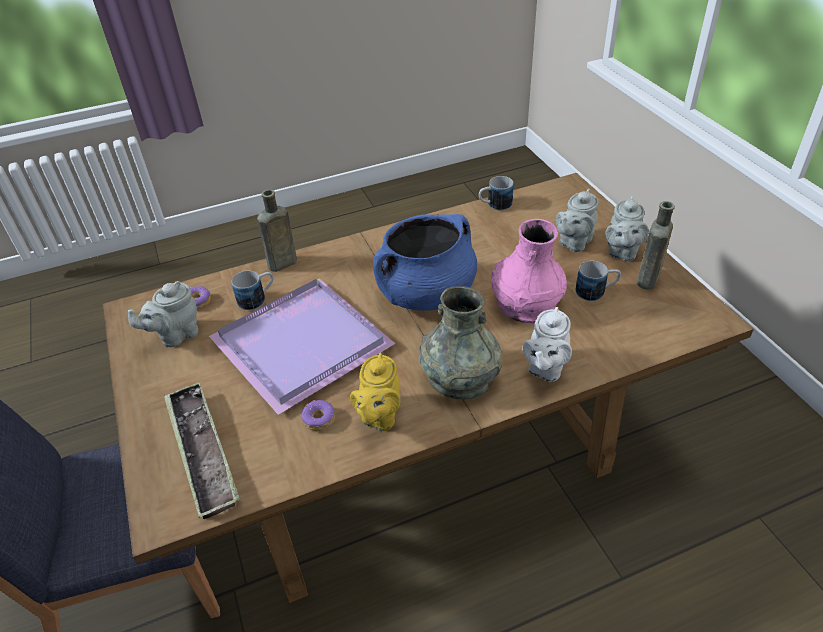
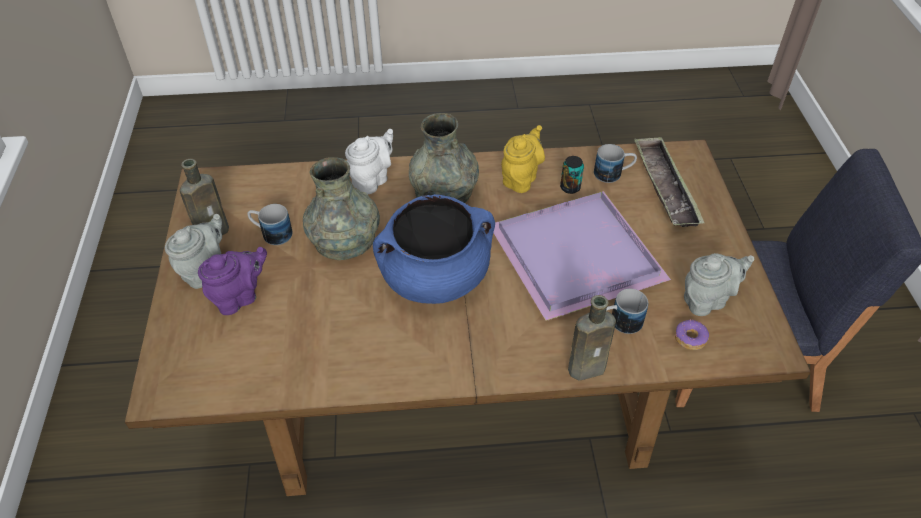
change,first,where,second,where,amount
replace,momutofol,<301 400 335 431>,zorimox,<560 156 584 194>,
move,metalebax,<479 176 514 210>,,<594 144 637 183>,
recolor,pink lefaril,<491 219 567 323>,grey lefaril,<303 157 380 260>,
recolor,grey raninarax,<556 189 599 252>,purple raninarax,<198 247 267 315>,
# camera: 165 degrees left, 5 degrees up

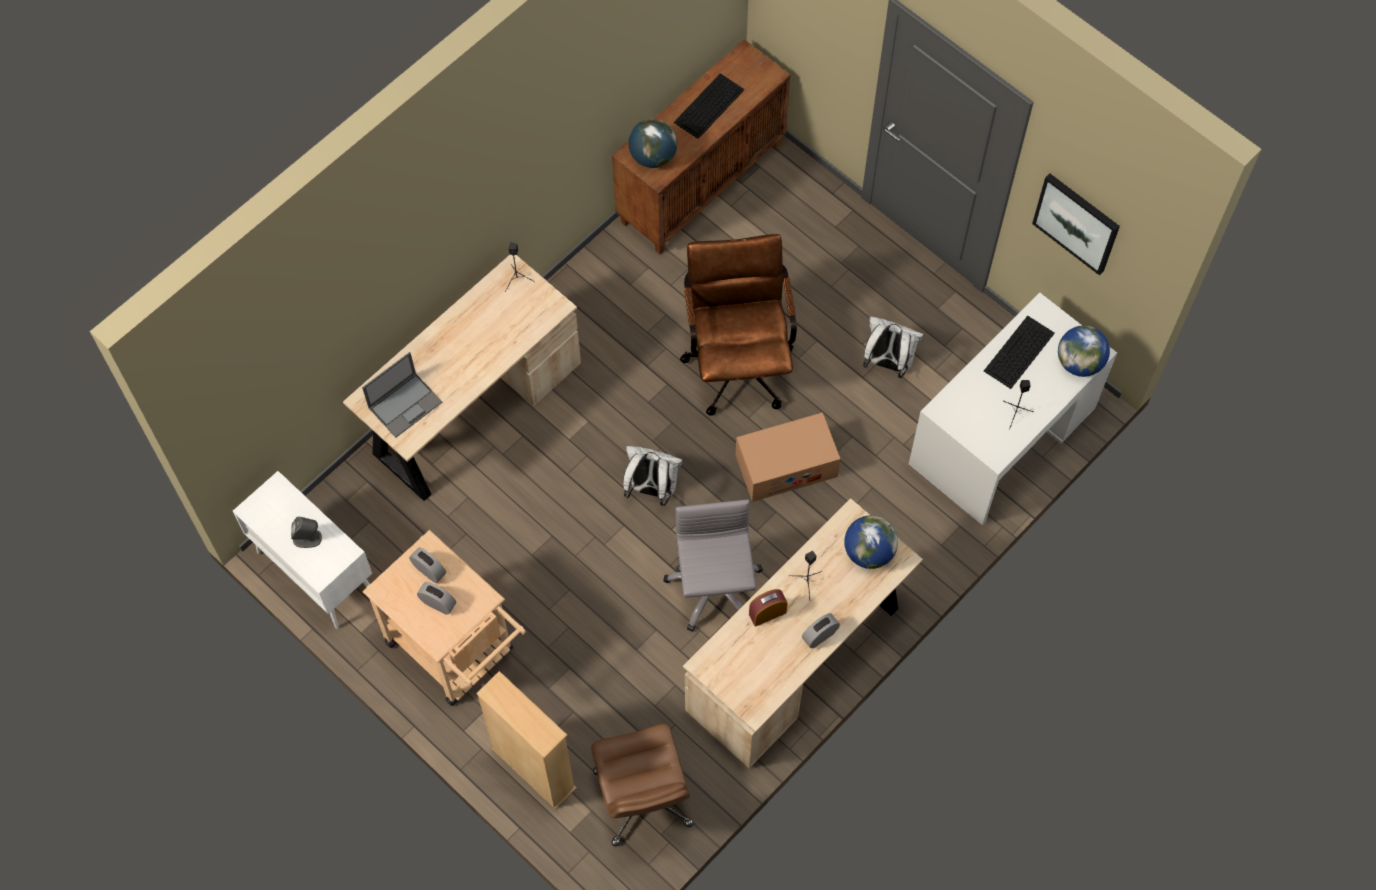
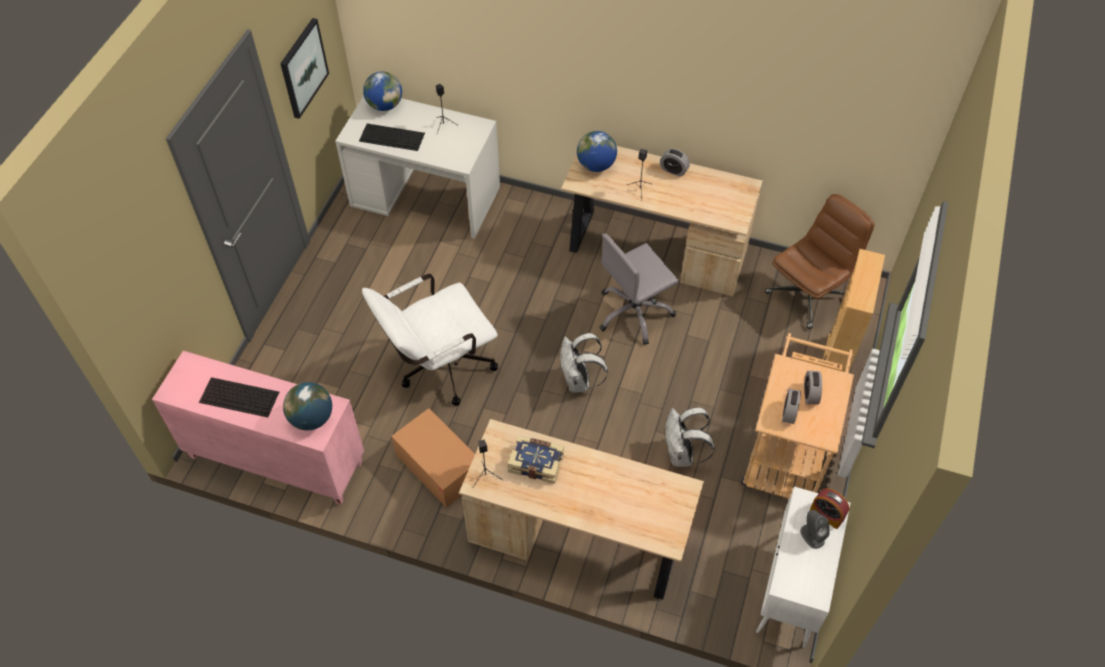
change,first,where,second,where,amount
delete,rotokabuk,<362 352 442 438>,,,
recolor,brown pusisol,<612 39 790 254>,pink pusisol,<152 351 364 505>,
recolor,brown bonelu,<680 234 797 416>,white bonelu,<362 274 498 406>,
move,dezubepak,<735 412 840 502>,,<391 408 475 508>,
move,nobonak,<749 589 788 627>,,<810 488 849 529>,
move,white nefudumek,<863 317 924 378>,,<665 407 715 467>,
insert,,,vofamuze,<508 436 564 484>,
# camera: 115 degrees left, 10 degrees down

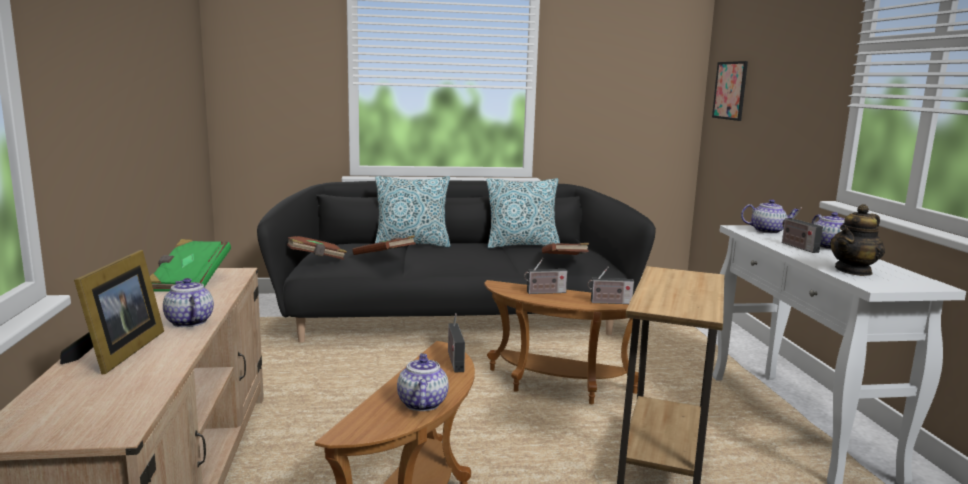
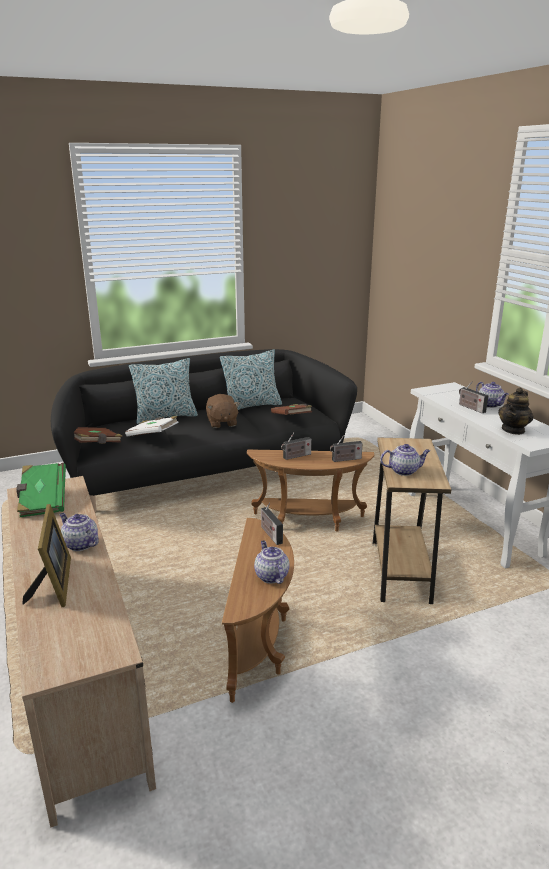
change,first,where,second,where,amount
recolor,brown vofamuze,<352 235 416 255>,white vofamuze,<125 416 179 437>,
delete,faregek,<712 61 748 121>,,,
move,raninarax,<741 199 799 234>,,<380 444 430 476>,
insert,,,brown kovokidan,<206 394 240 428>,
# camera: 15 degrees left, 10 degrees up

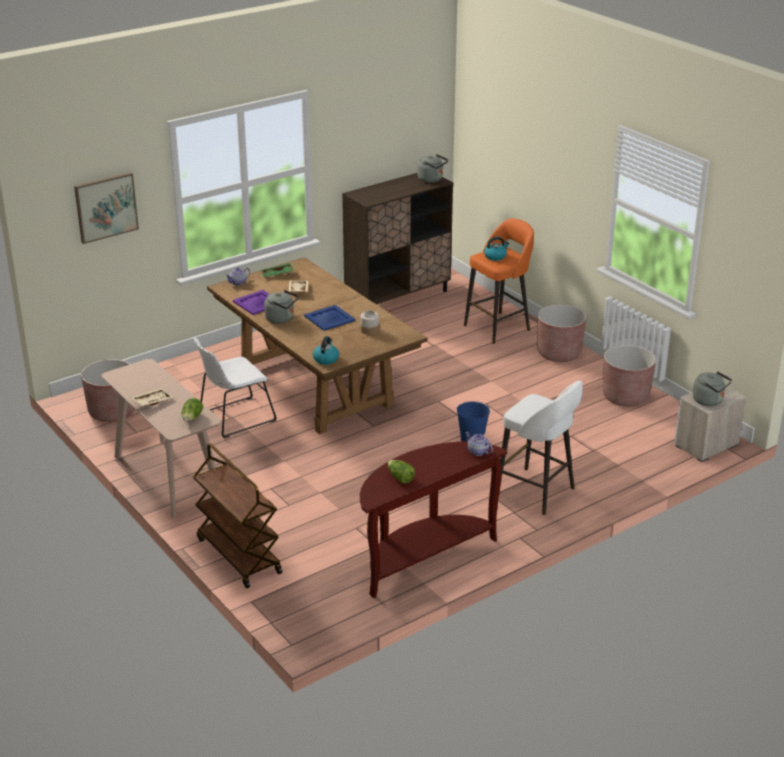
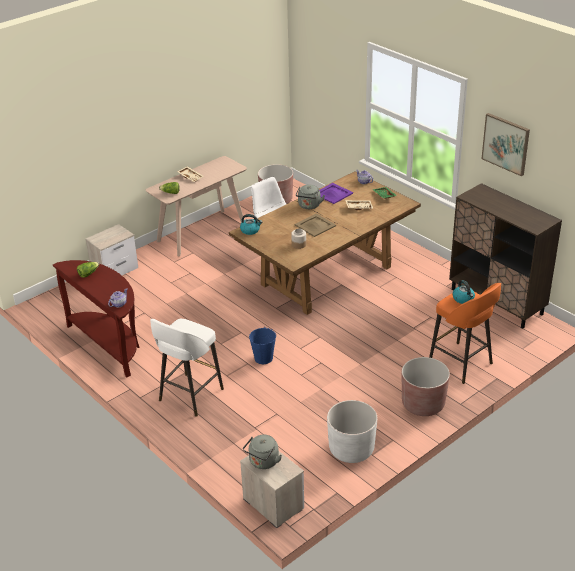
change,first,where,second,where,amount
move,faregek,<74 172 139 244>,,<481 113 530 176>,
replace,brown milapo,<193 443 282 588>,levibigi,<86 224 138 275>,
recolor,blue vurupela,<304 305 356 331>,beige vurupela,<295 213 336 237>,
delete,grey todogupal,<418 154 448 183>,,,
recolor,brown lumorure,<603 345 656 406>,white lumorure,<327 400 377 463>,
# camera: 85 degrees right, 5 degrees up

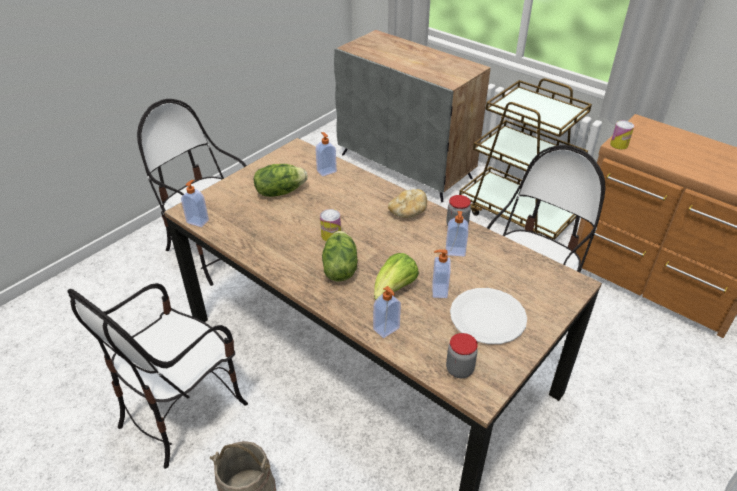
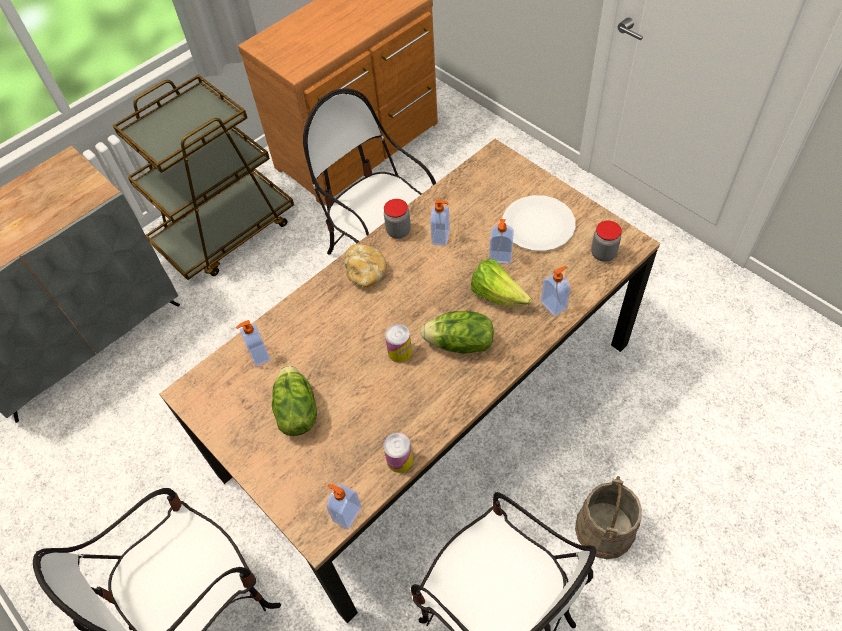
change,first,where,second,where,amount
move,zorimox,<610 120 634 150>,,<383 433 413 473>,
# camera: 80 degrees left, 15 degrees up

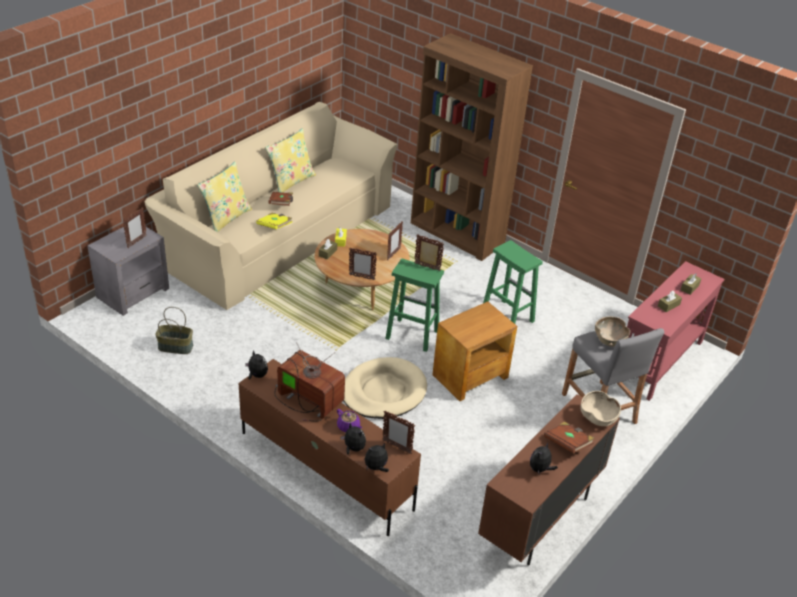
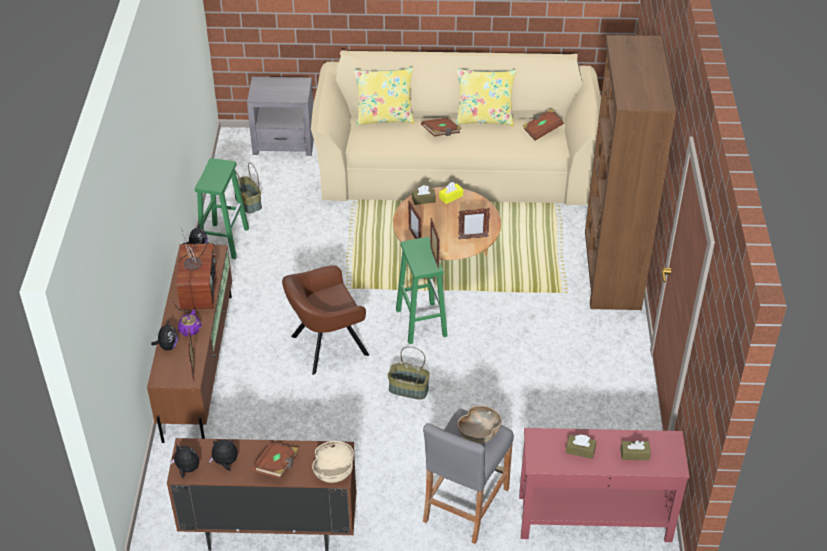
change,first,where,second,where,amount
delete,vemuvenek,<123 207 147 248>,,,
delete,yellow vofamuze,<256 213 292 230>,,,
replace,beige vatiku,<343 357 427 419>,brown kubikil,<282 265 369 375>,
move,kovokidan,<365 443 389 472>,,<170 443 199 478>,
replace,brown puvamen,<432 301 517 401>,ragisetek,<388 346 430 400>,
move,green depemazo,<483 240 543 324>,,<195 158 249 259>,
insert,,,brown vofamuze,<523 108 564 141>,
# camera: 55 degrees right, 5 degrees up

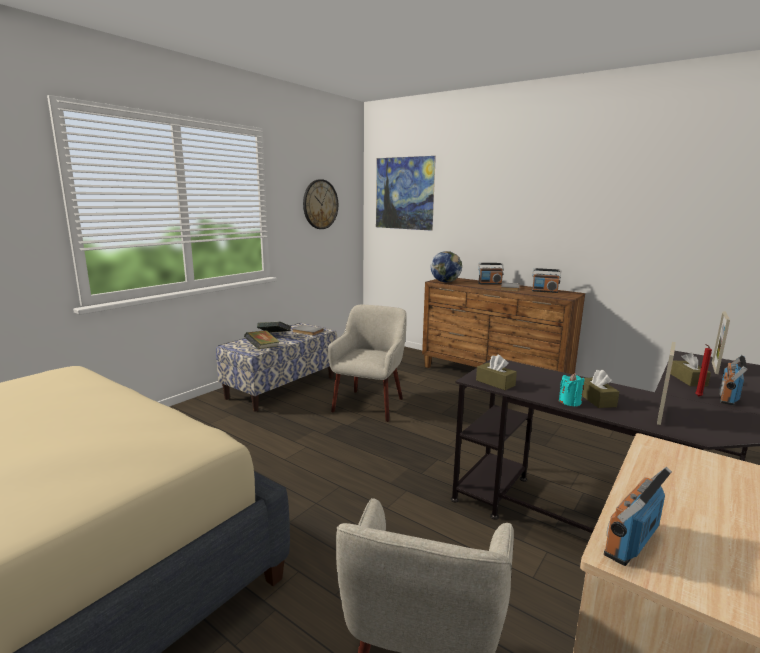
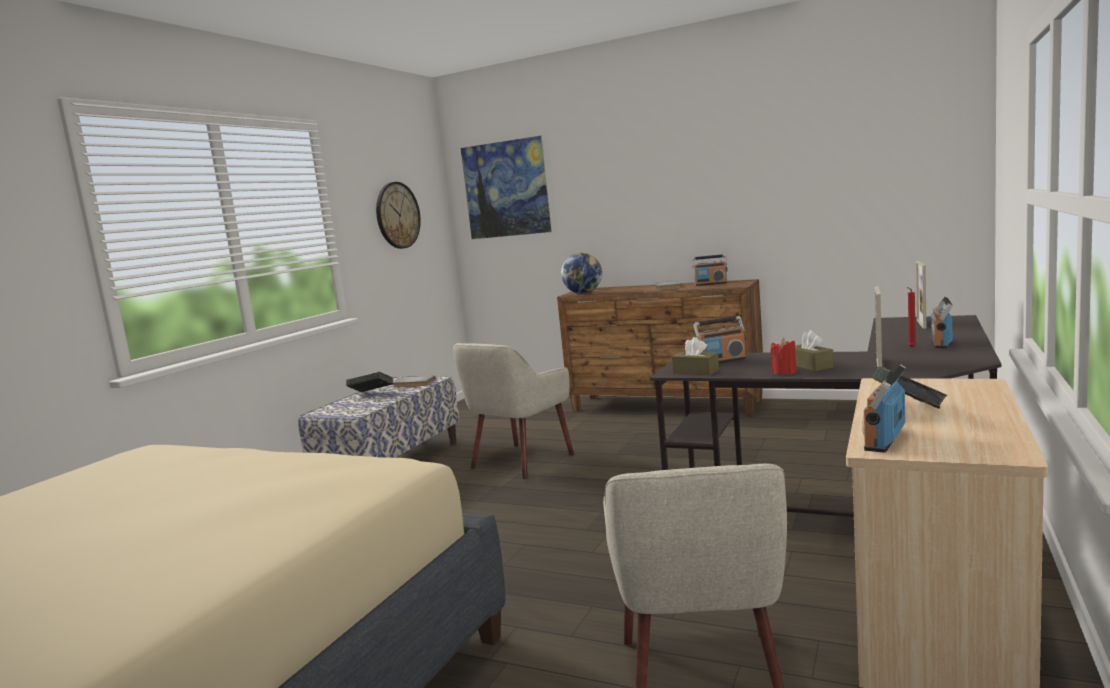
change,first,where,second,where,amount
move,vofamuze,<244 330 280 349>,,<872 367 948 409>,
rotate,beige kubikil,<328 305 407 422>,,<453 343 574 479>,150 degrees counterclockwise
move,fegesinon,<478 263 504 284>,,<693 316 747 364>,
recolor,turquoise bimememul,<559 373 585 407>,red bimememul,<771 338 797 375>,
delete,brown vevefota,<670 352 711 386>,,,
# camera: 10 degrees left, 5 degrees down

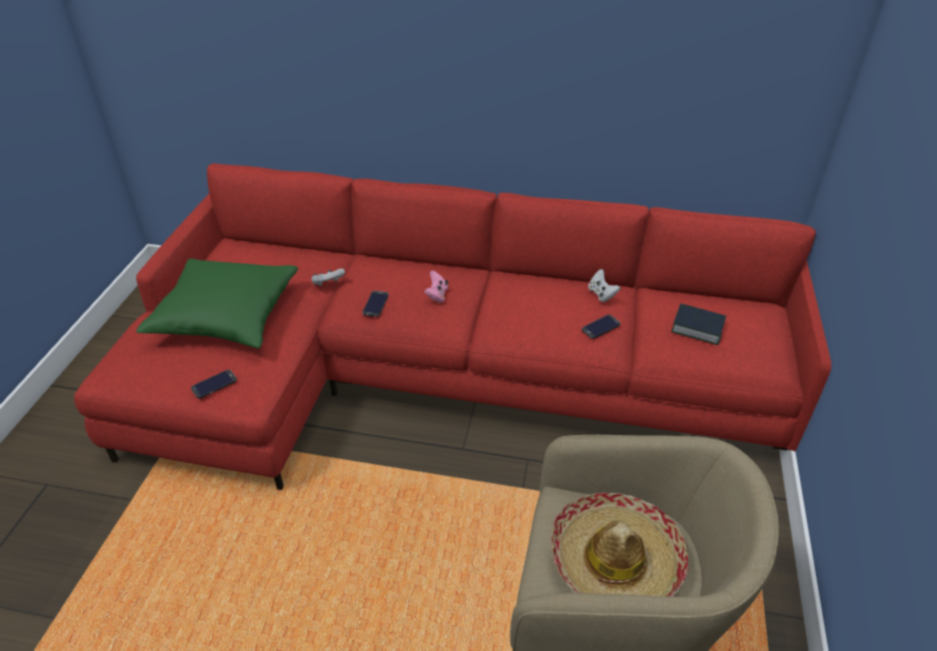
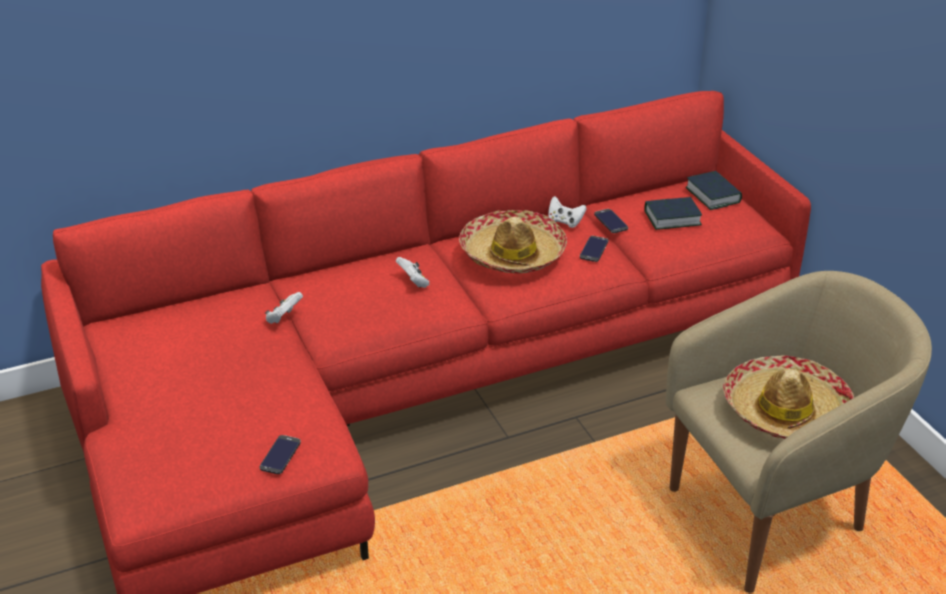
change,first,where,second,where,amount
delete,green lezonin,<136 258 298 349>,,,
move,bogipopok,<363 291 389 317>,,<594 209 628 233>,
recolor,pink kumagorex,<424 271 449 303>,white kumagorex,<396 257 430 288>,
insert,,,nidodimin,<459 210 567 273>,
insert,,,vofamuze,<686 171 742 210>,
# camera: 35 degrees left, 5 degrees down

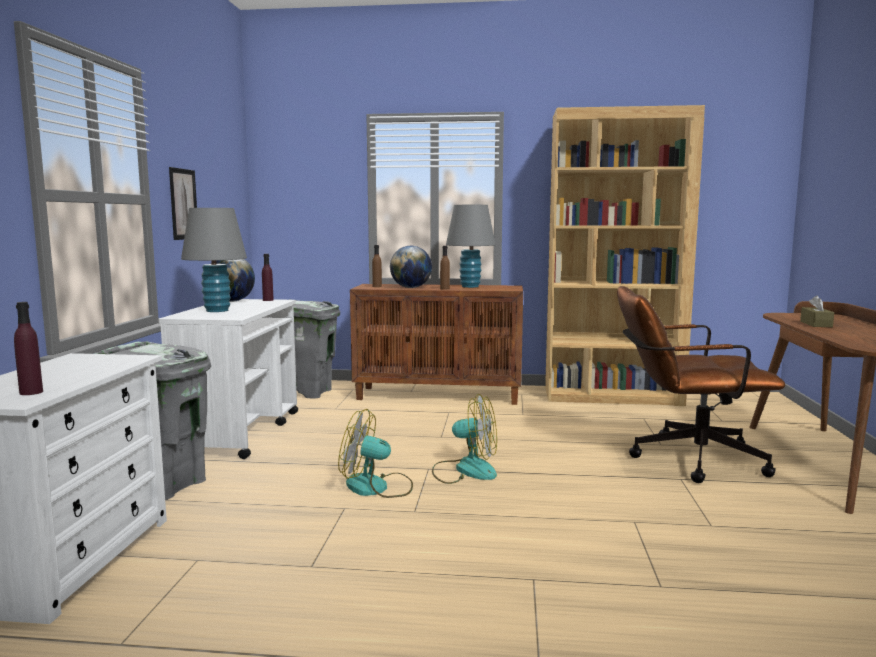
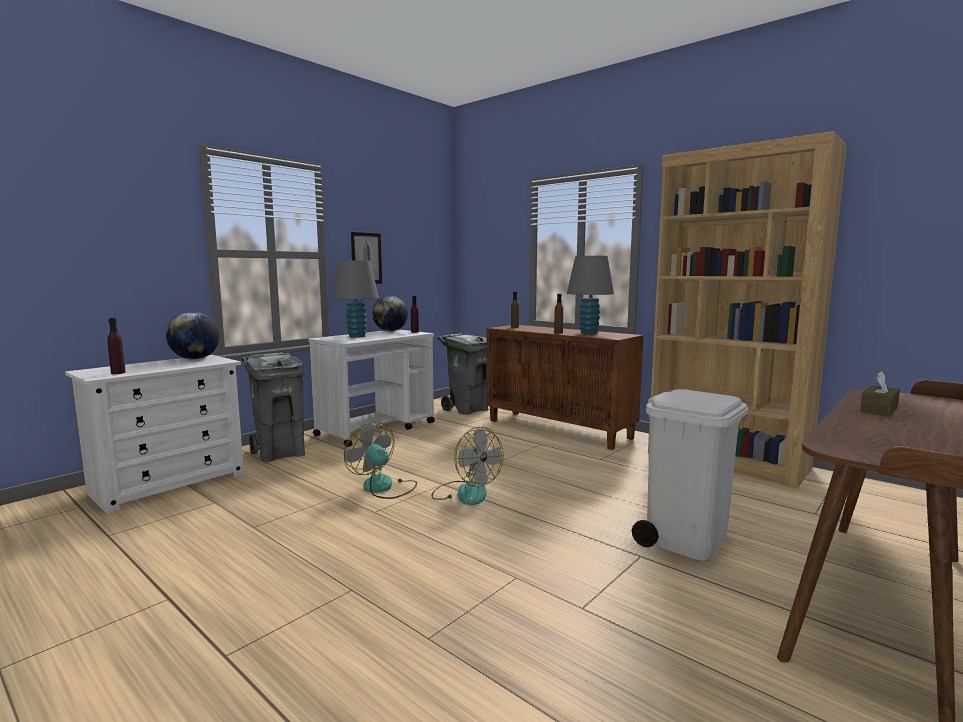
change,first,where,second,where,amount
move,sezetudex,<390 246 432 288>,,<166 312 220 359>,
replace,brown bonelu,<617 286 785 483>,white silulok,<632 389 748 561>,
# camera: 35 degrees right, 0 degrees up

